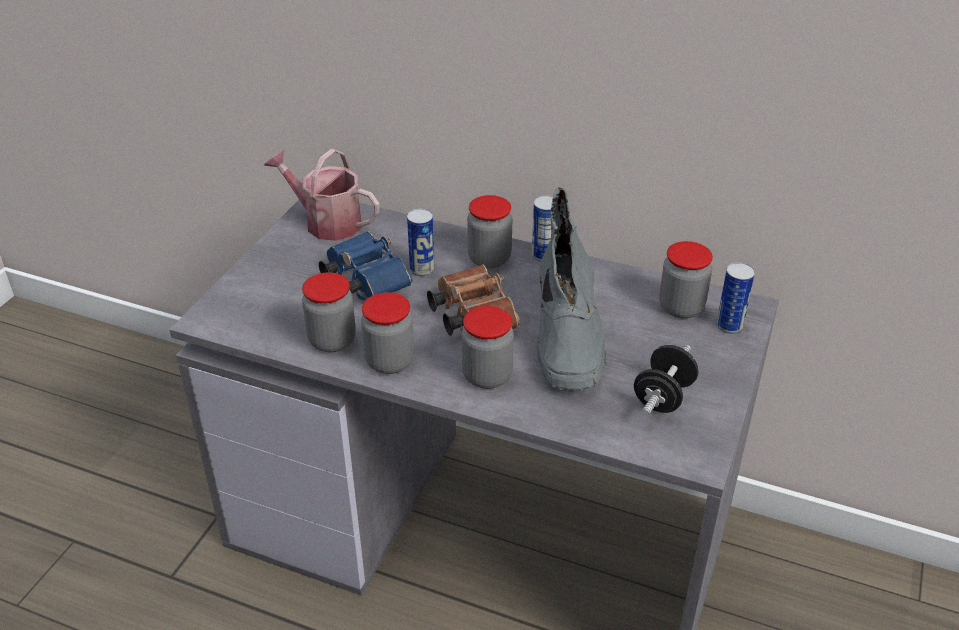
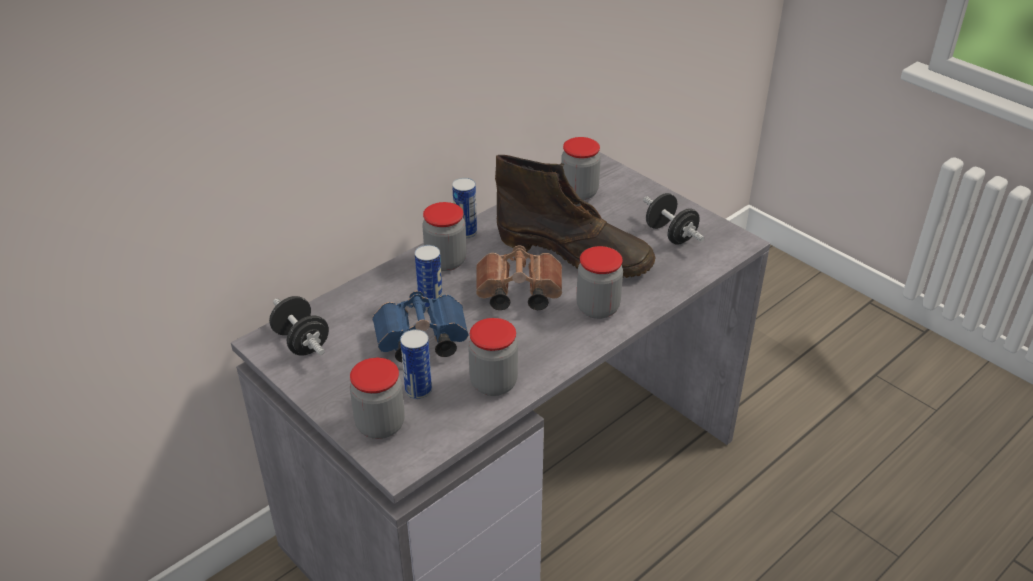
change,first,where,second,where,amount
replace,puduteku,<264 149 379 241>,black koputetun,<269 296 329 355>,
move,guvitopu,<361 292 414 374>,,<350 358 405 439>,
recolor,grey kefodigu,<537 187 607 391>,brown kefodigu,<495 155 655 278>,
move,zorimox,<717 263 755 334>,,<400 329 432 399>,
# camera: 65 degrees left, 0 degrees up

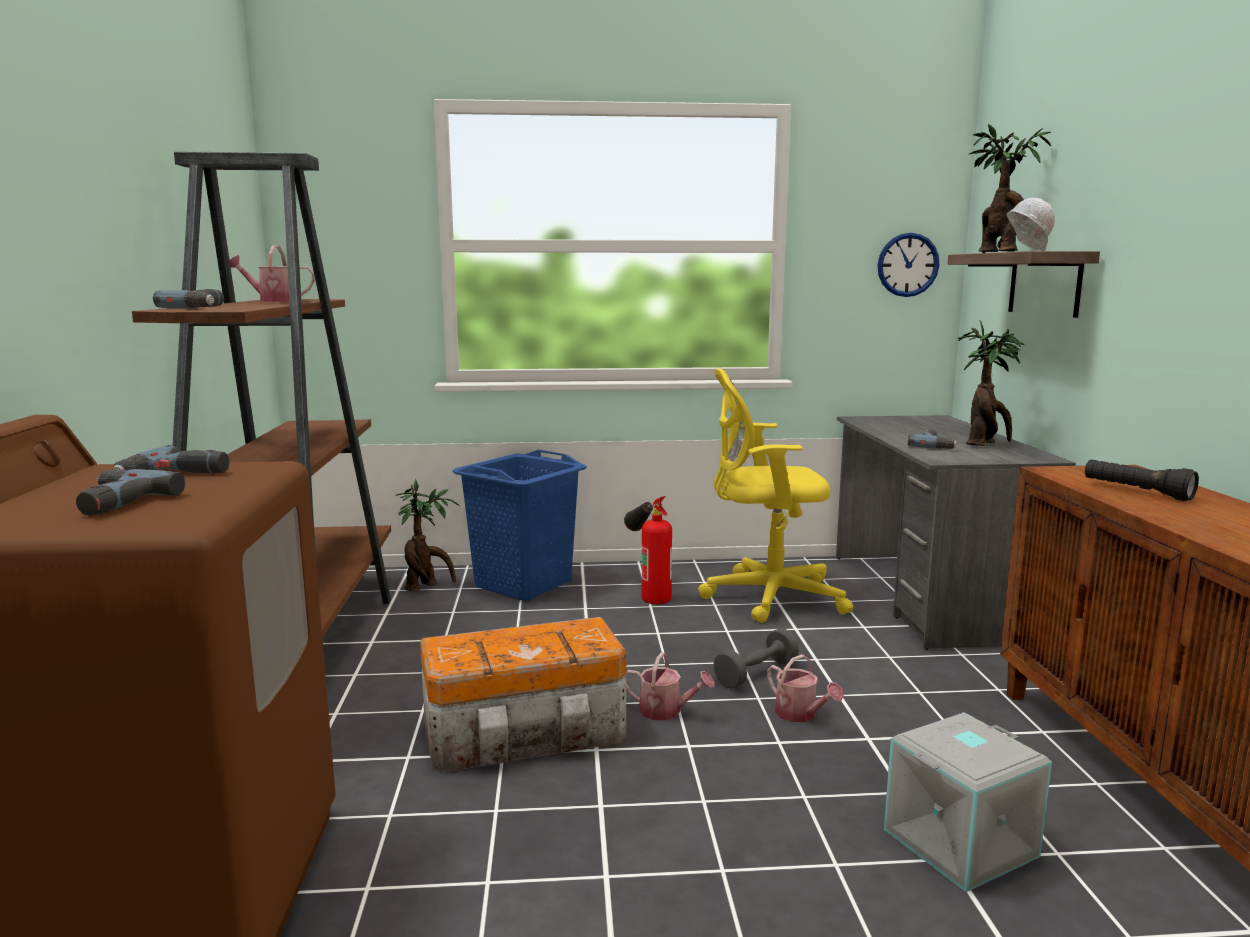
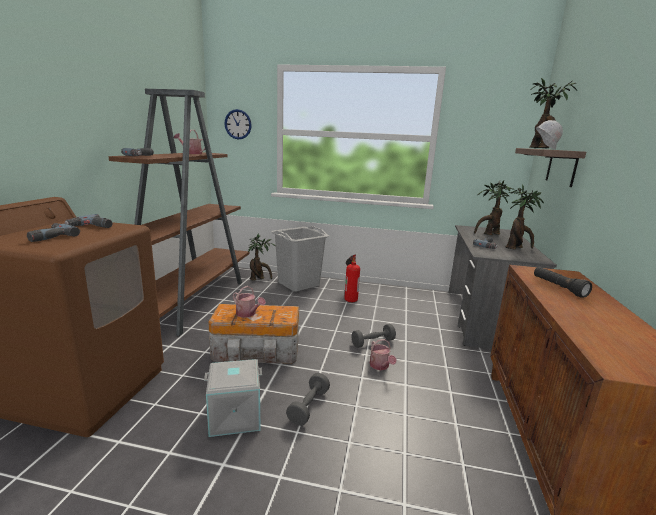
change,first,where,second,where,amount
recolor,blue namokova,<452 450 587 601>,grey namokova,<271 226 329 292>,
move,puduteku,<624 652 715 721>,,<233 286 266 318>,
delete,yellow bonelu,<698 368 853 623>,,,
move,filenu,<878 233 939 297>,,<224 109 252 140>,
move,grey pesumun,<884 712 1052 892>,,<204 359 262 437>,
insert,,,grey koputetun,<286 373 330 426>,
insert,,,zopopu,<474 180 514 235>,
# camera: 15 degrees right, 5 degrees up

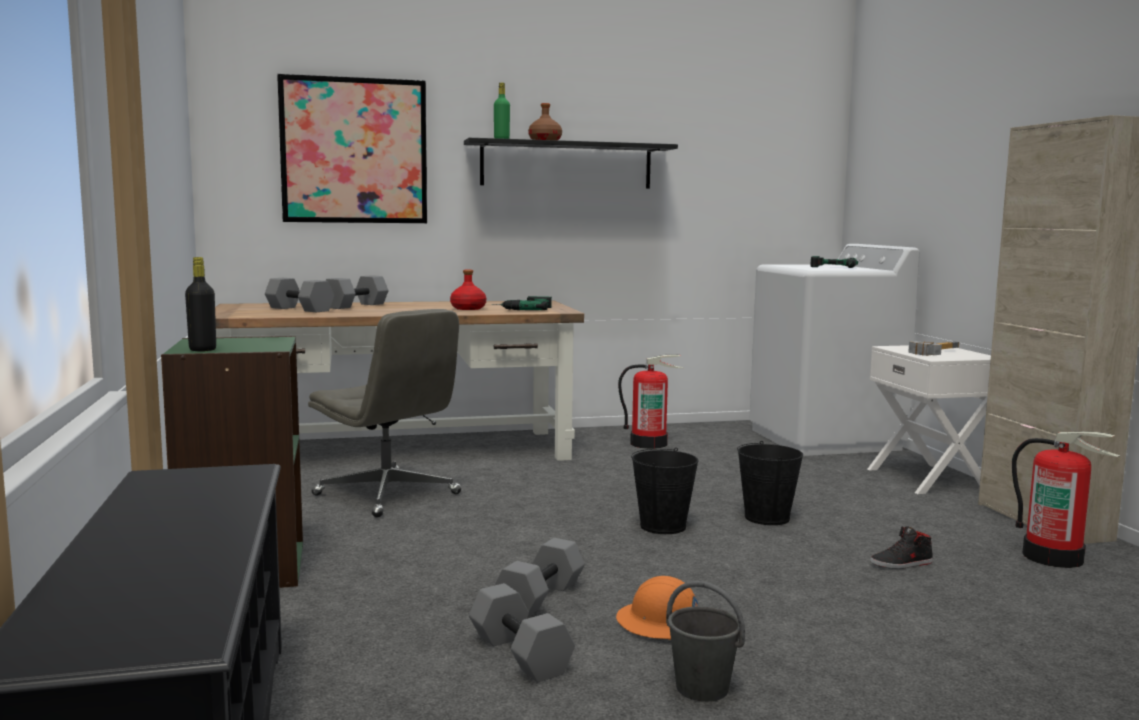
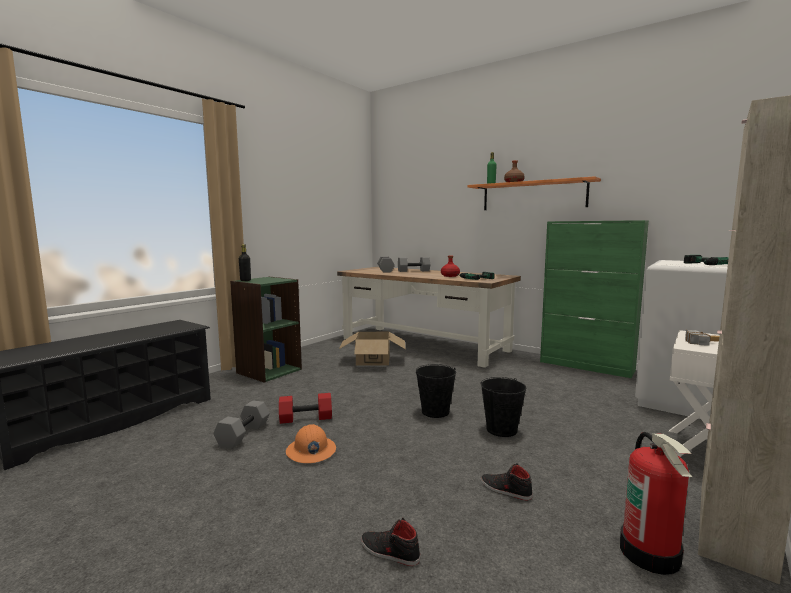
change,first,where,second,where,amount
delete,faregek,<277 74 427 223>,,,
replace,grey bonelu,<308 309 461 518>,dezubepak,<339 332 405 366>,
recolor,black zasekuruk,<464 138 678 189>,orange zasekuruk,<468 176 601 210>,
recolor,grey koputetun,<494 538 585 618>,red koputetun,<279 393 332 424>,
delete,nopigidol,<618 354 684 449>,,,
delete,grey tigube,<666 581 745 702>,,,
insert,,,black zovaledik,<361 518 420 566>,
insert,,,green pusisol,<540 220 649 378>,
# camera: 50 degrees right, 0 degrees up

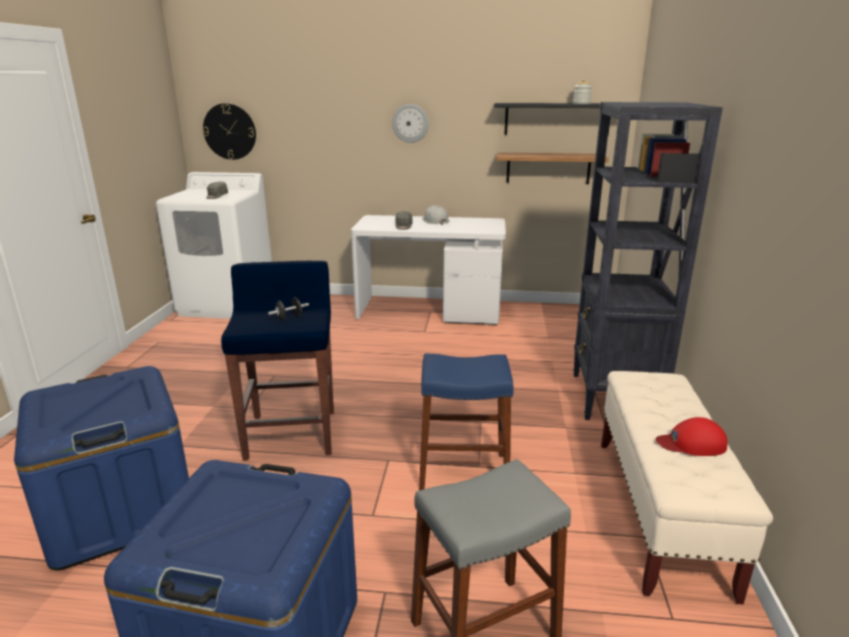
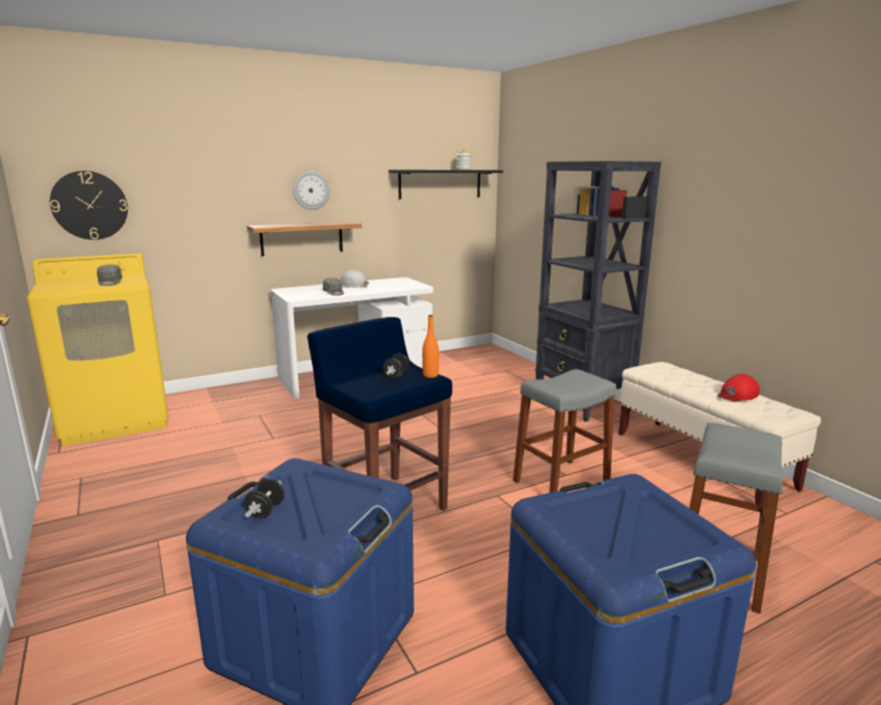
change,first,where,second,where,amount
recolor,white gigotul,<156 172 272 319>,yellow gigotul,<27 253 169 446>,
recolor,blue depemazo,<419 354 514 491>,grey depemazo,<513 369 616 493>,
move,zasekuruk,<497 152 609 184>,,<247 221 362 256>,
insert,,,black koputetun,<244 479 285 519>,
insert,,,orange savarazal,<422 315 439 378>,
# camera: 35 degrees left, 5 degrees down

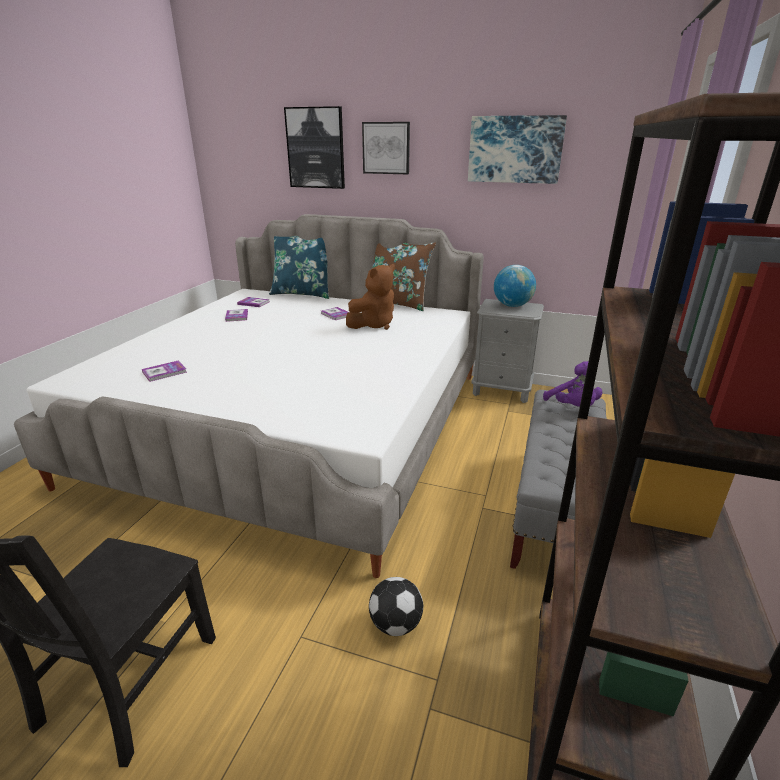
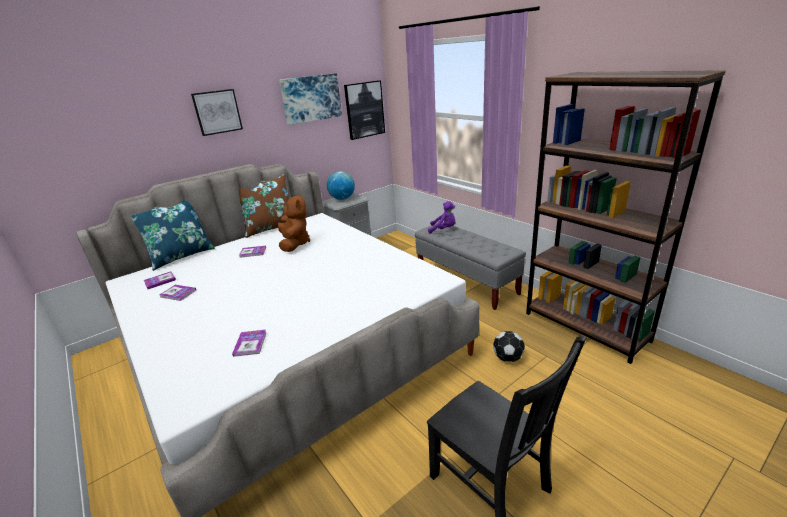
change,first,where,second,where,amount
move,faregek,<284 106 345 189>,,<344 80 385 140>,
# camera: 55 degrees left, 0 degrees up

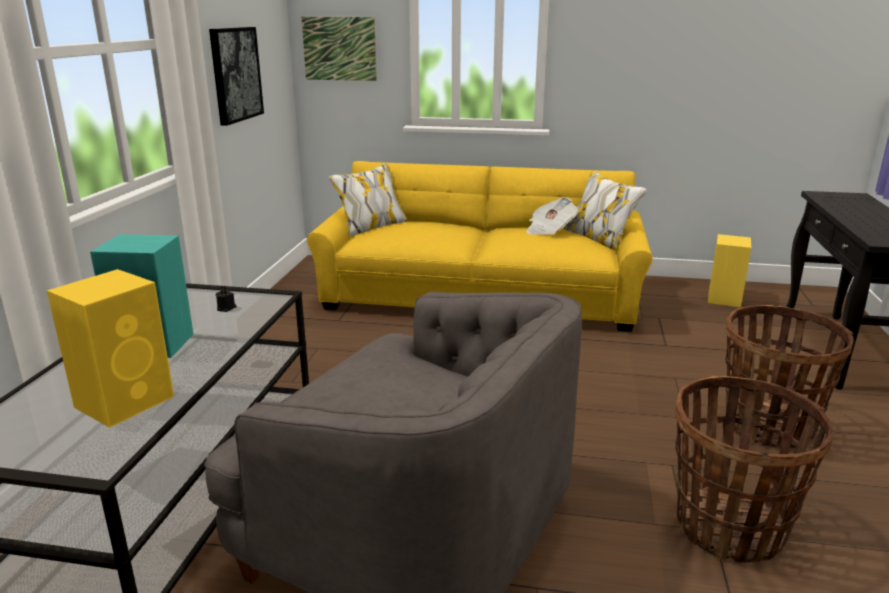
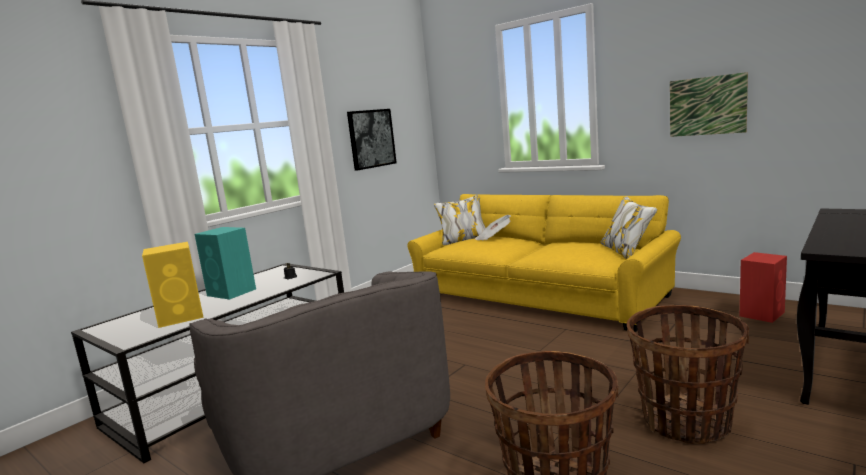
change,first,where,second,where,amount
move,faregek,<302 17 377 81>,,<670 72 748 137>,
move,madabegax,<526 197 578 235>,,<475 215 511 240>,
recolor,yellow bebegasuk,<708 234 751 307>,red bebegasuk,<740 252 787 323>,
# camera: 30 degrees right, 10 degrees down

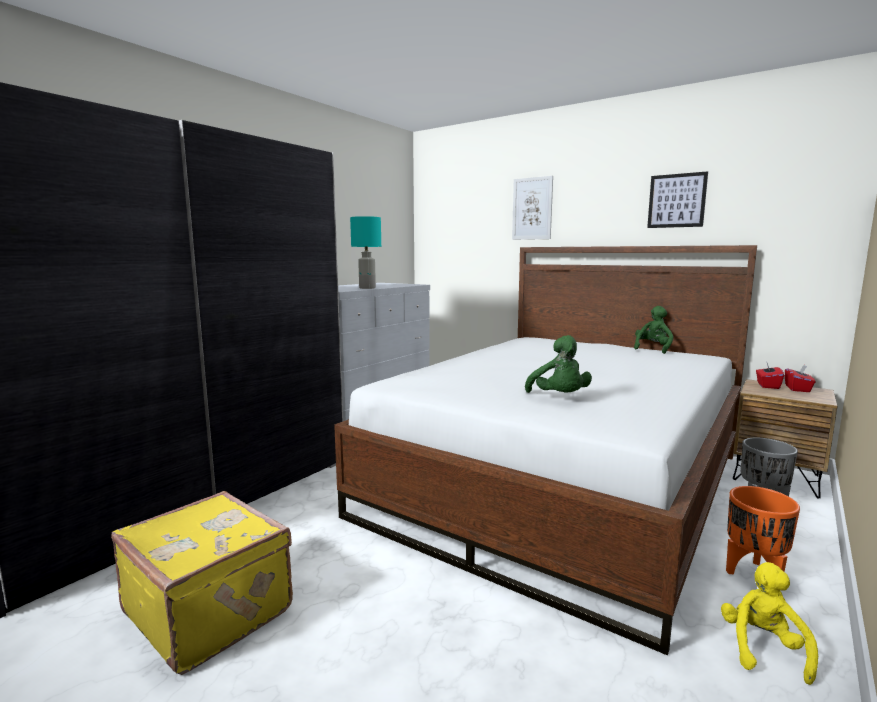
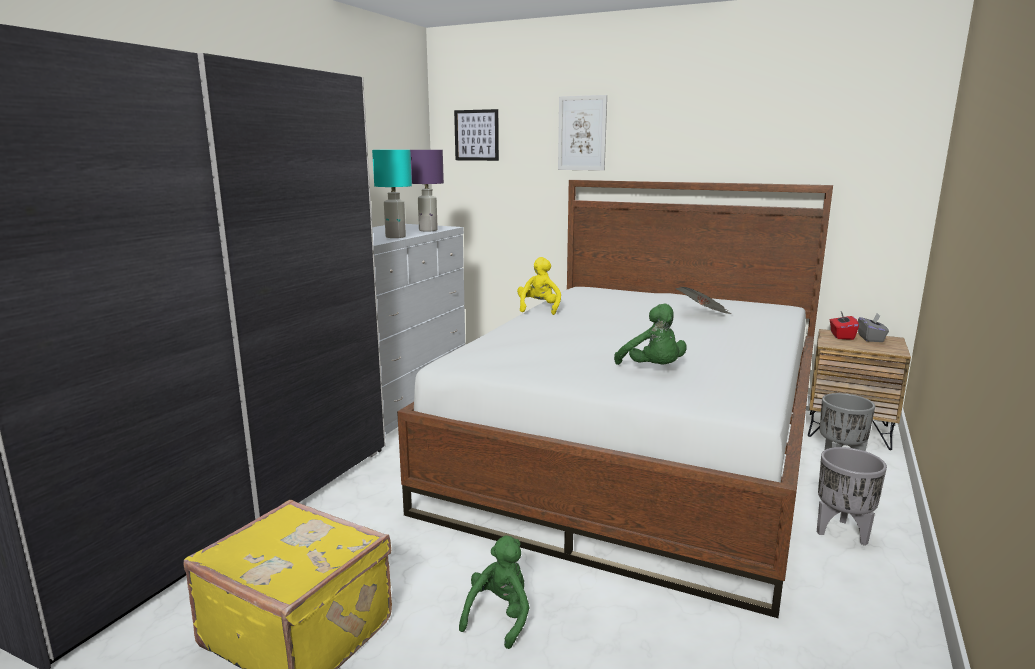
change,first,where,second,where,amount
move,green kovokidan,<634 306 674 354>,,<459 535 530 649>,
move,faregek,<647 171 708 228>,,<454 109 499 161>,
move,yellow kovokidan,<721 562 818 685>,,<517 257 561 315>,
recolor,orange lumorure,<726 486 800 574>,grey lumorure,<817 447 887 546>,
recolor,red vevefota,<785 365 816 392>,grey vevefota,<858 313 889 342>,
insert,,,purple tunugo,<410 150 444 231>,
insert,,,madabegax,<675 287 732 314>,
# camera: 10 degrees left, 5 degrees up

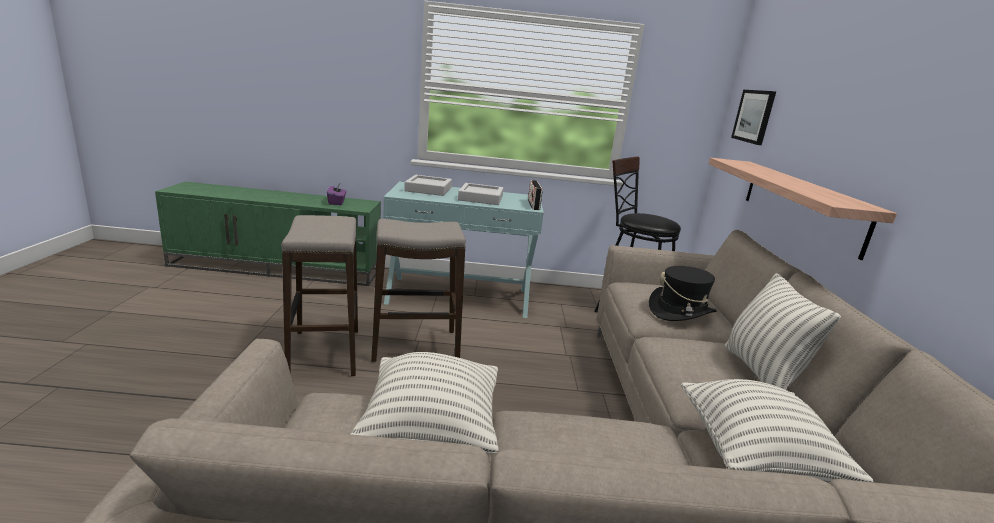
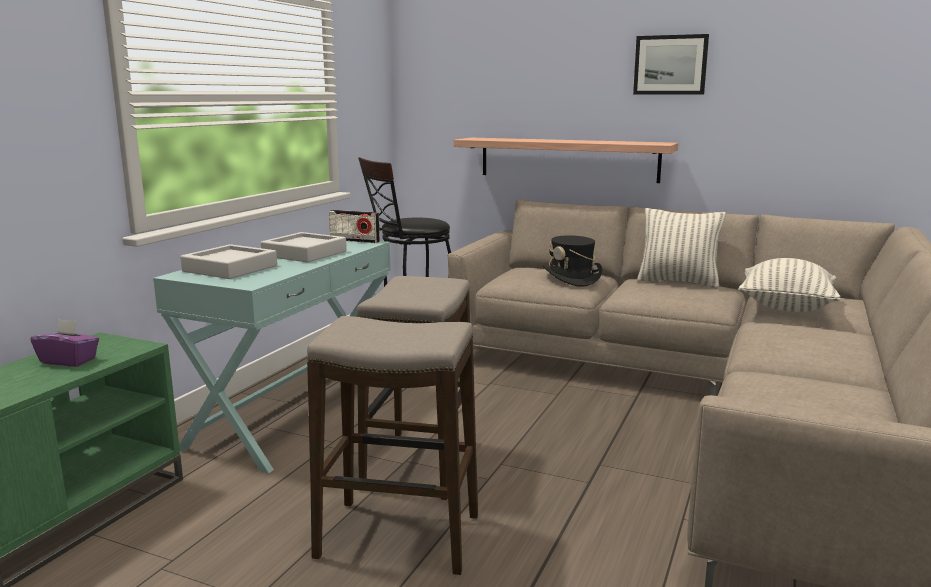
change,first,where,second,where,amount
delete,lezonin,<350 352 499 454>,,,
move,faregek,<731 90 776 145>,,<633 34 709 95>,
# camera: 65 degrees left, 5 degrees down

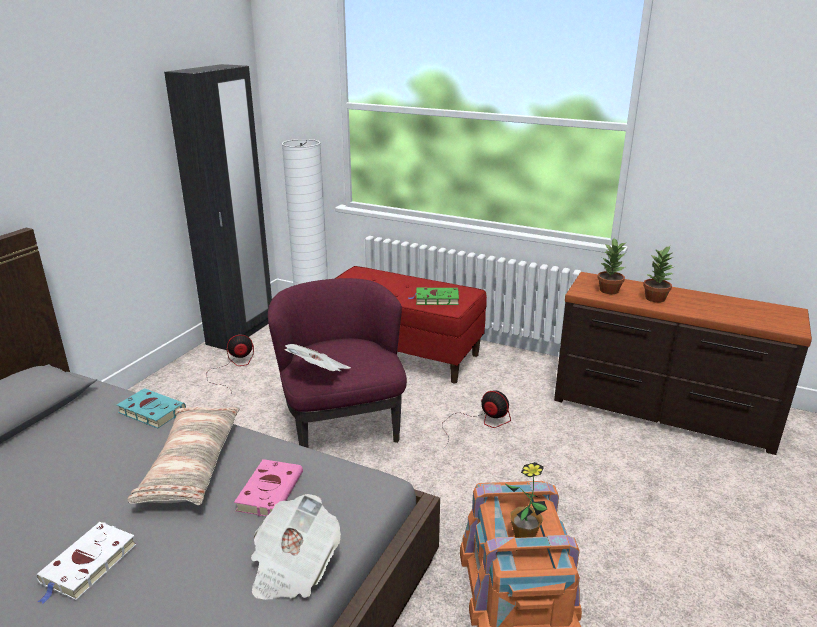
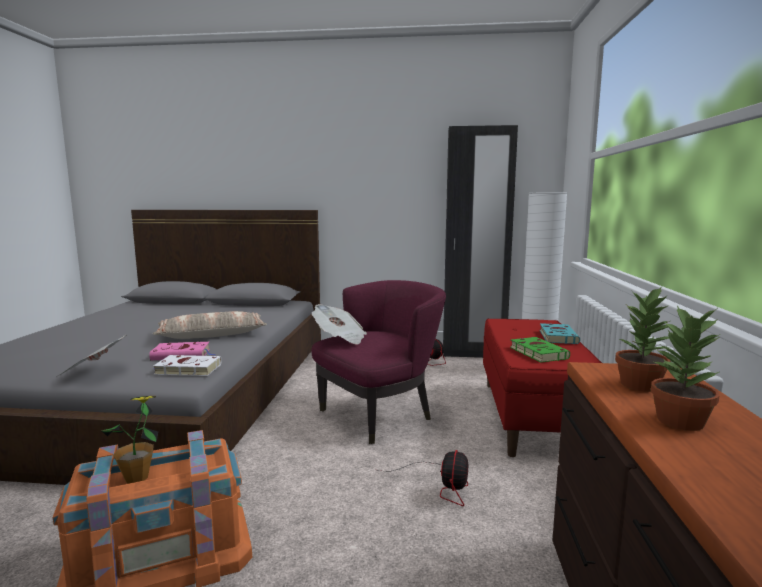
change,first,where,second,where,amount
move,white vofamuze,<36 522 137 605>,,<153 355 221 376>,
move,turquoise vofamuze,<117 388 186 429>,,<540 323 580 344>,
# camera: 70 degrees right, 15 degrees down

